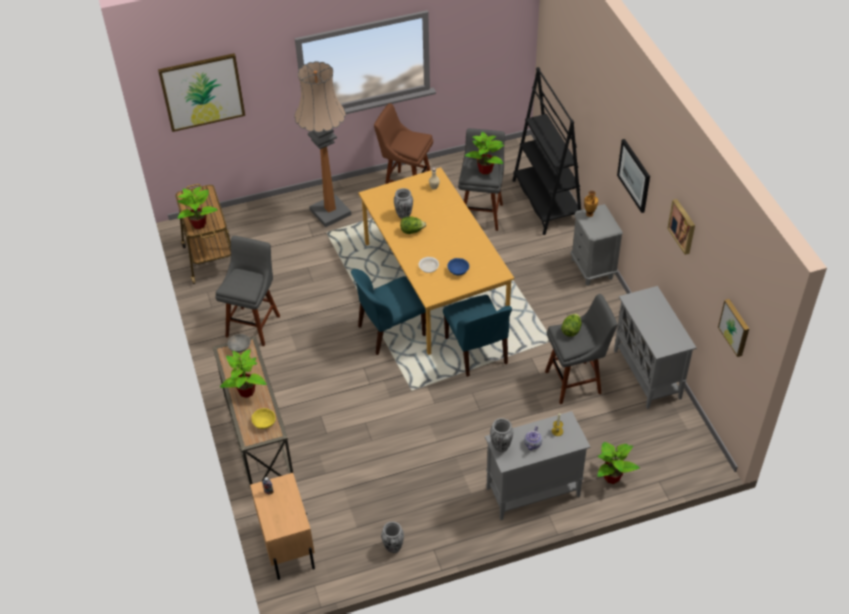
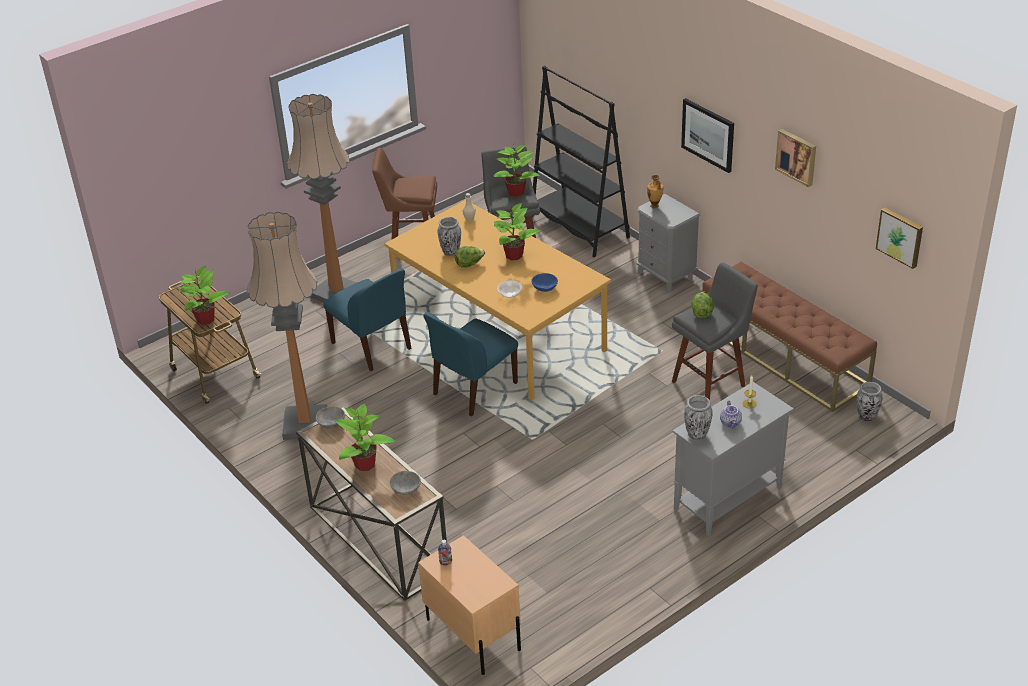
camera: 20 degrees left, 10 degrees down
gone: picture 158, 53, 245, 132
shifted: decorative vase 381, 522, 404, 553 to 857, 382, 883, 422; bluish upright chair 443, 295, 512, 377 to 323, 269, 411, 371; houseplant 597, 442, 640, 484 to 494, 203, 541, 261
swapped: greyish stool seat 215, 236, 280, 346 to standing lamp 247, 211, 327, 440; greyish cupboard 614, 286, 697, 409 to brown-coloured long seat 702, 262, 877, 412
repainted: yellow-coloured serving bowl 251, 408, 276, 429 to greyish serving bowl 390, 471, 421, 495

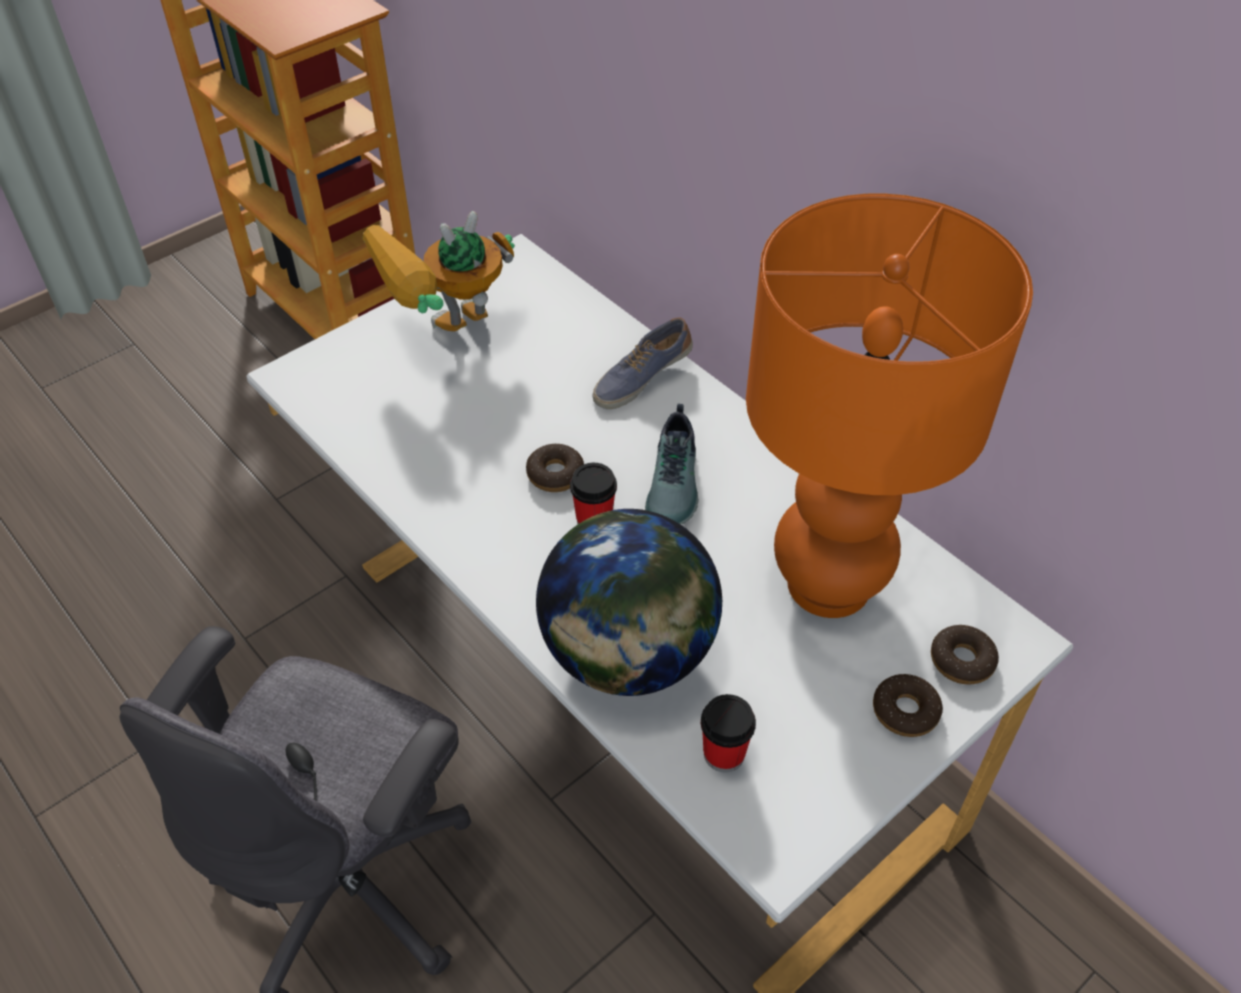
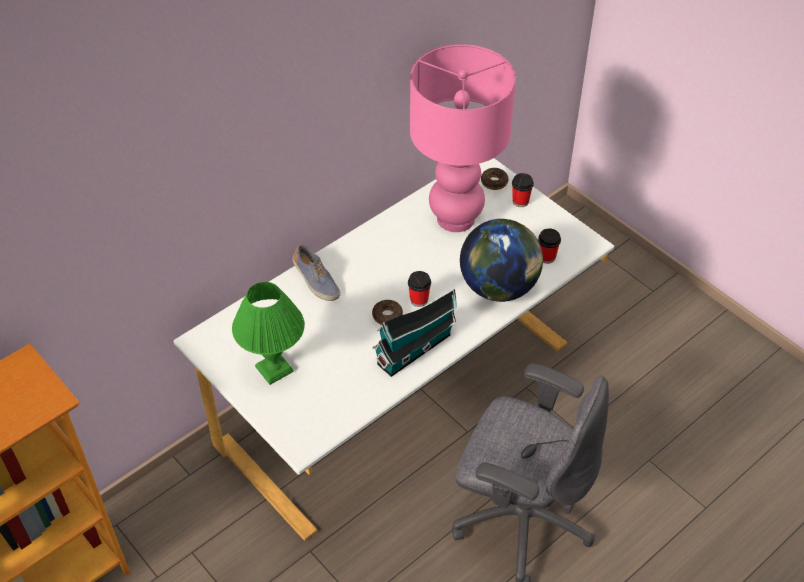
camera: 90 degrees left, 0 degrees up
gone: shoe 645, 404, 699, 524
new: model house 372, 289, 457, 377
swapped: toy robot 363, 211, 515, 332 to greenish table lamp 232, 282, 305, 385; doughnut 873, 674, 943, 737 to drinking cup 512, 173, 534, 207
repainted: orangey table lamp 746, 194, 1033, 618 to pinkish table lamp 410, 44, 516, 232

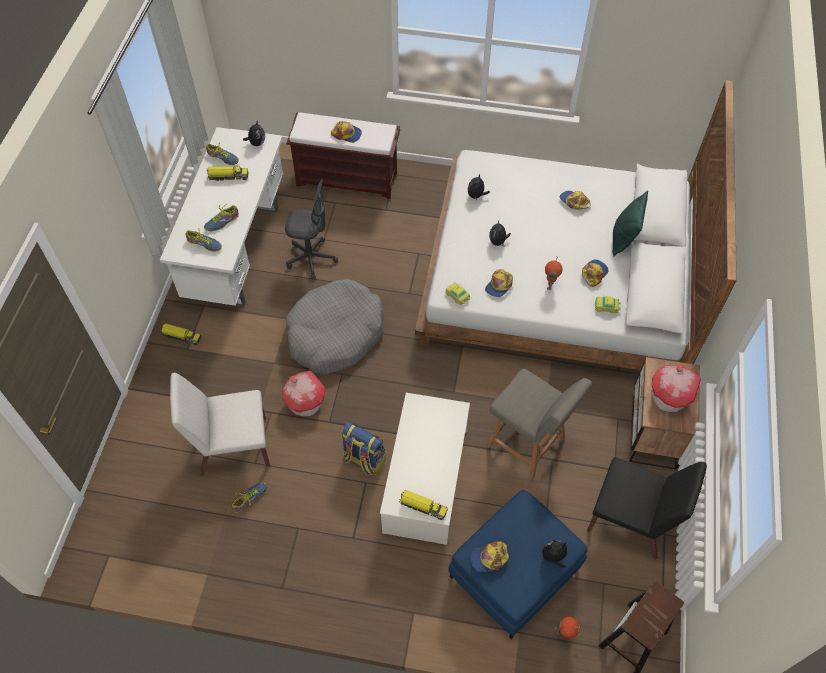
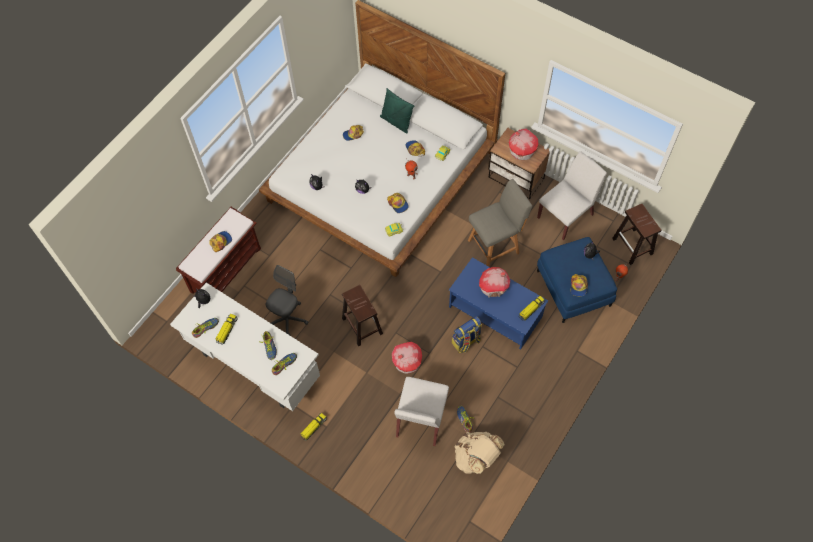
camera: 65 degrees left, 5 degrees up
new: beige backpack 455, 432, 505, 474; model house 479, 267, 510, 298
swapped: greyish dog bed 286, 279, 384, 374 to brown-coloured stool seat 342, 285, 383, 347
repainted: white coffee table 380, 393, 470, 545 to bluish coffee table 449, 257, 548, 349; black upright chair 587, 457, 707, 560 to white upright chair 537, 151, 607, 241

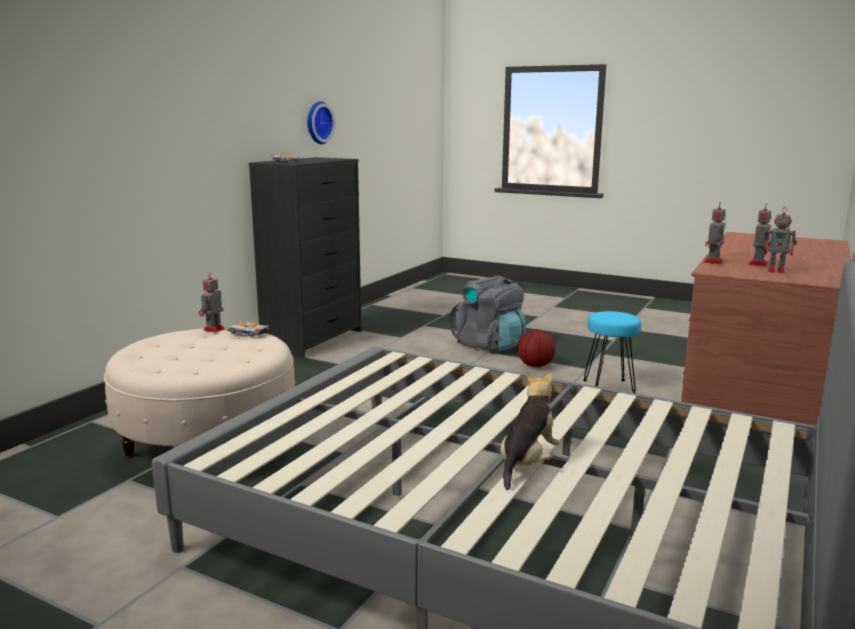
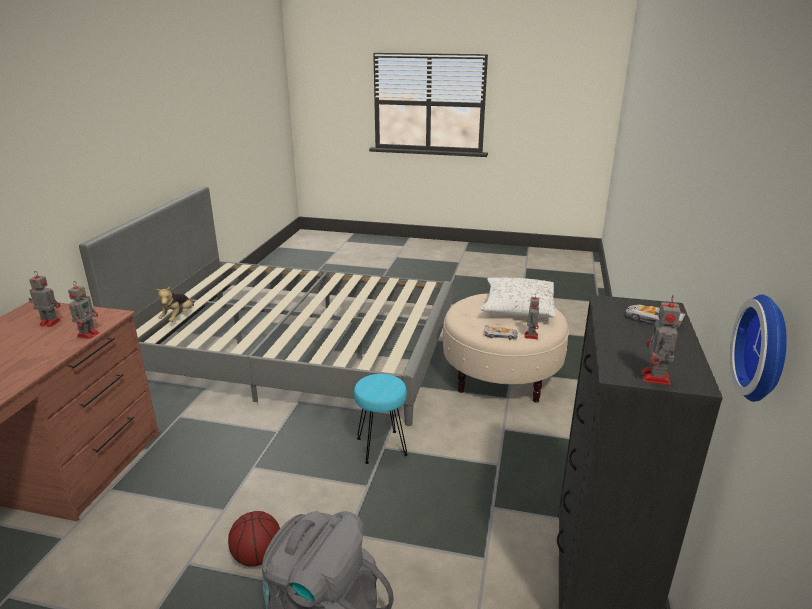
camera: 165 degrees right, 10 degrees up
new: white throw pillow 481, 278, 556, 318
shifted: cuddly toy 500, 372, 560, 490 to 156, 286, 194, 322; blue-green stool seat 583, 311, 641, 393 to 354, 374, 408, 464; toy robot 748, 206, 771, 266 to 641, 295, 681, 385

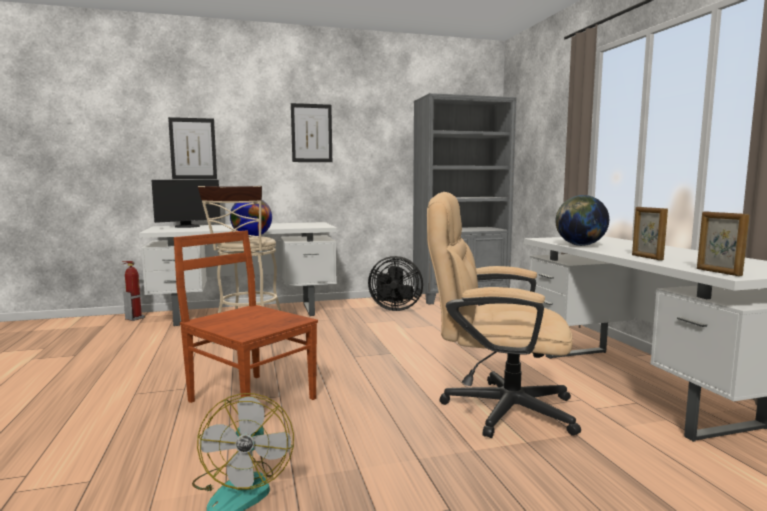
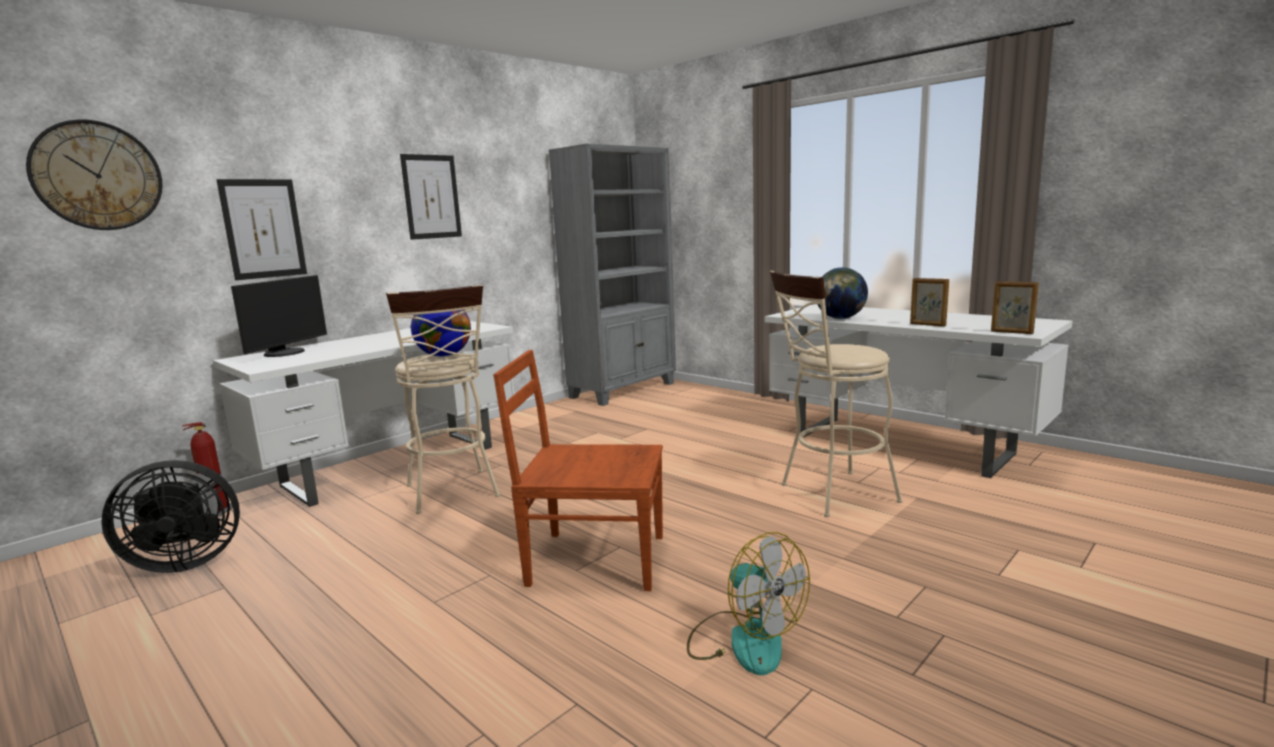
camera: 30 degrees left, 5 degrees up
new: hanging clock 26, 120, 162, 230
shifted: black fan 368, 256, 423, 311 to 101, 460, 240, 573
swapped: beige computer chair 427, 192, 581, 438 to beige stool seat 770, 270, 903, 517

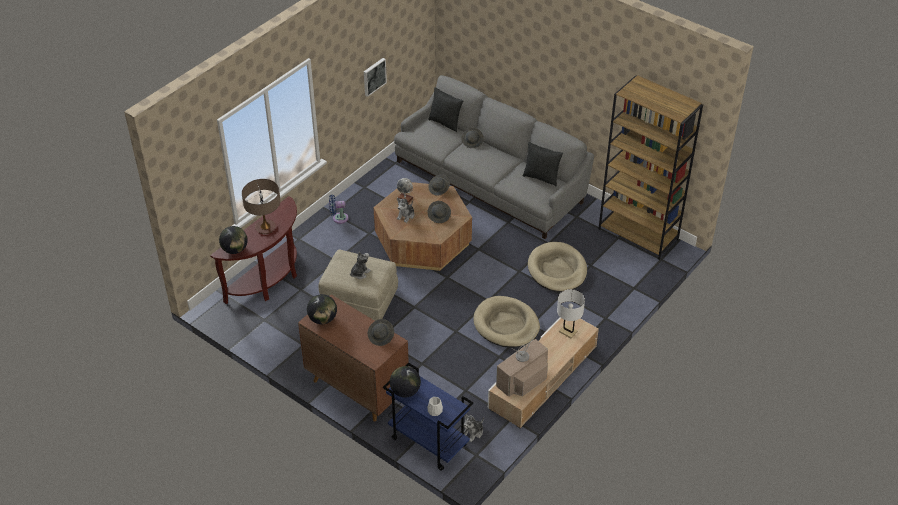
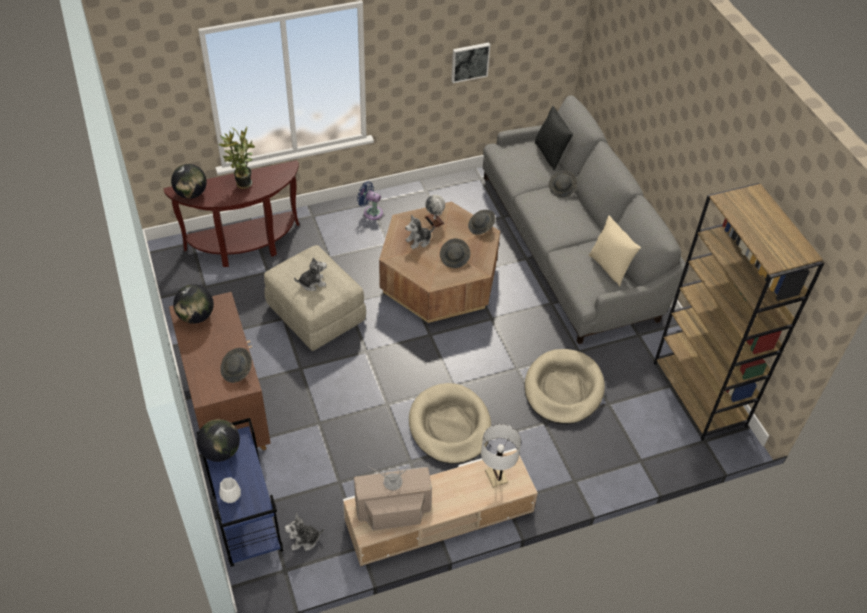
camera: 30 degrees right, 5 degrees up
swapped: table lamp 242, 179, 280, 234 to houseplant 219, 127, 255, 189
repainted: black throw pillow 523, 142, 563, 187 to beige throw pillow 589, 216, 641, 287

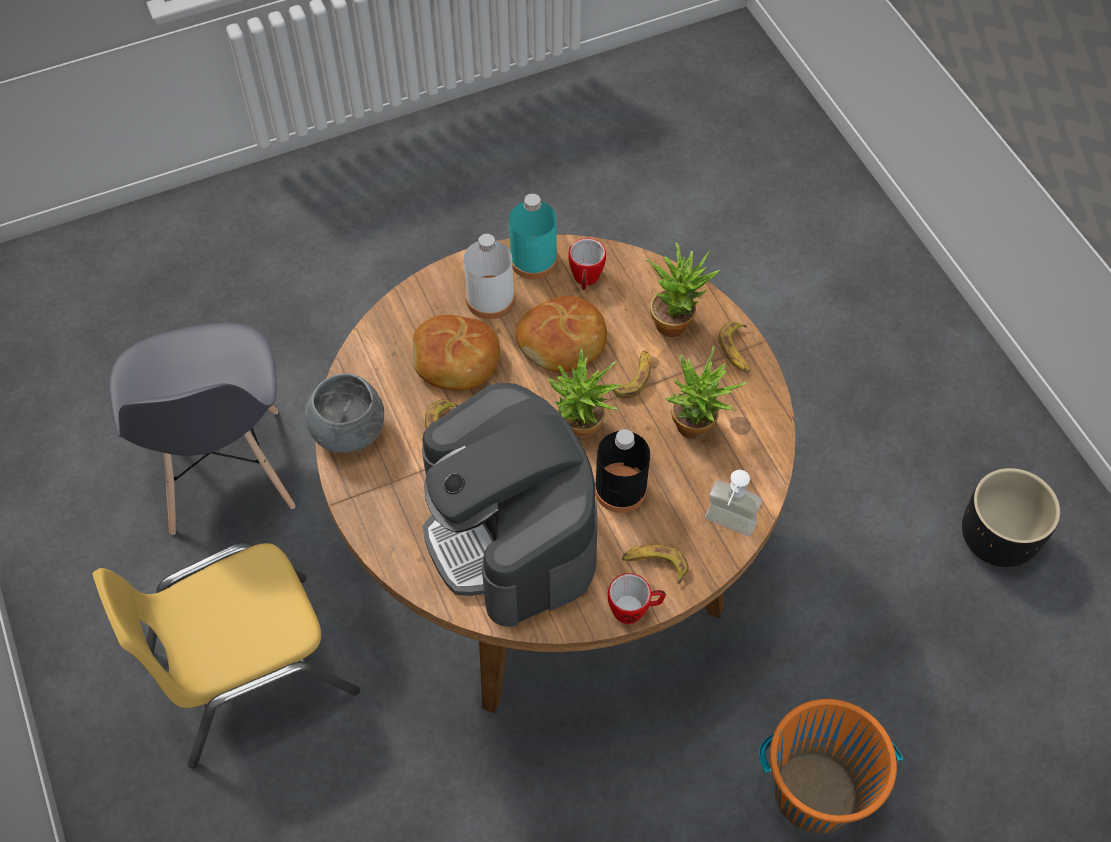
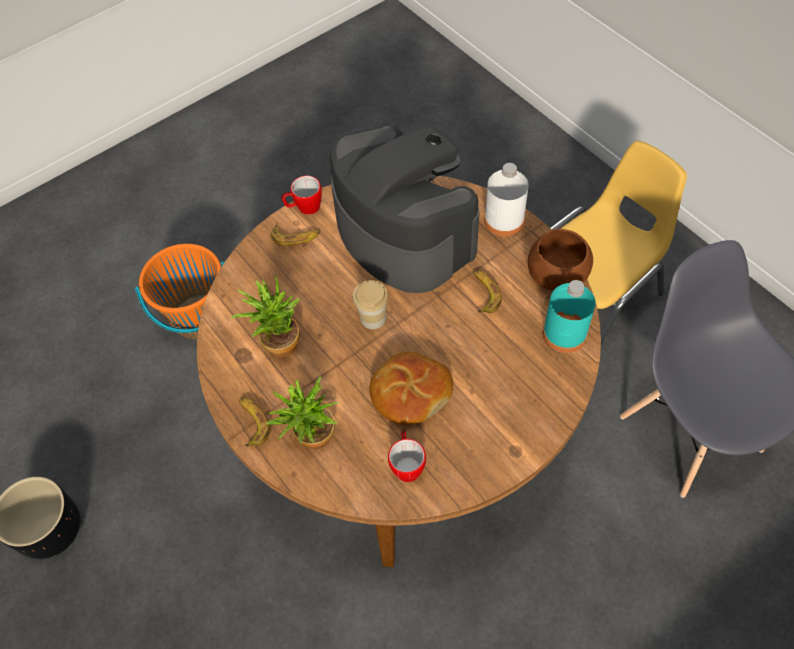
camera: 170 degrees right, 0 degrees up
gone: baked bread 413, 315, 500, 390; black bottle 595, 429, 650, 513; banana 613, 351, 651, 399; soap dispenser 705, 470, 762, 537
shifted: white bottle 464, 234, 515, 319 to 484, 163, 529, 237; blue-green bottle 509, 194, 557, 279 to 543, 280, 596, 353
swapped: houseplant 547, 348, 622, 440 to drinking cup 353, 280, 389, 329
repainted: greyish serving bowl 305, 373, 384, 453 to brown-coloured serving bowl 528, 229, 593, 291

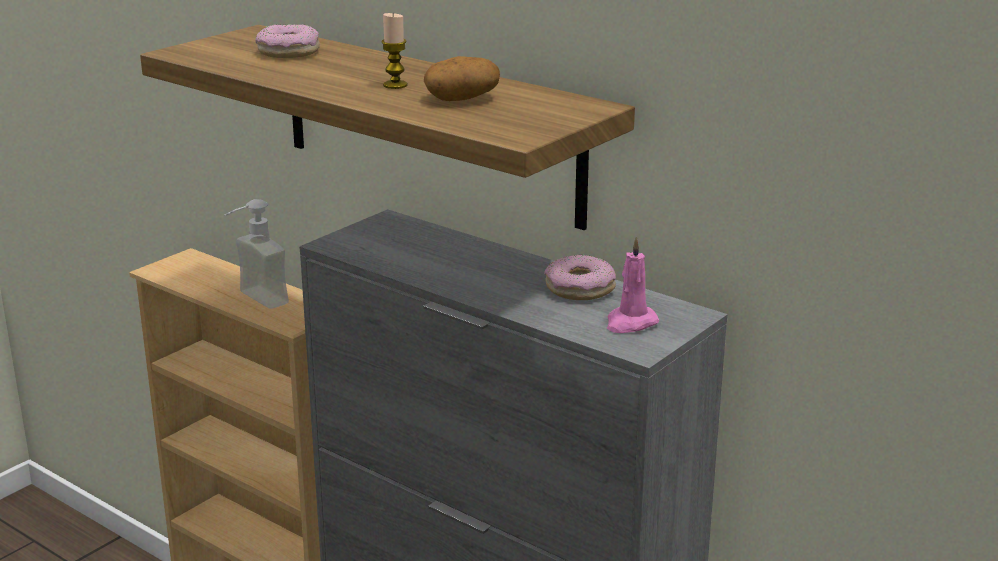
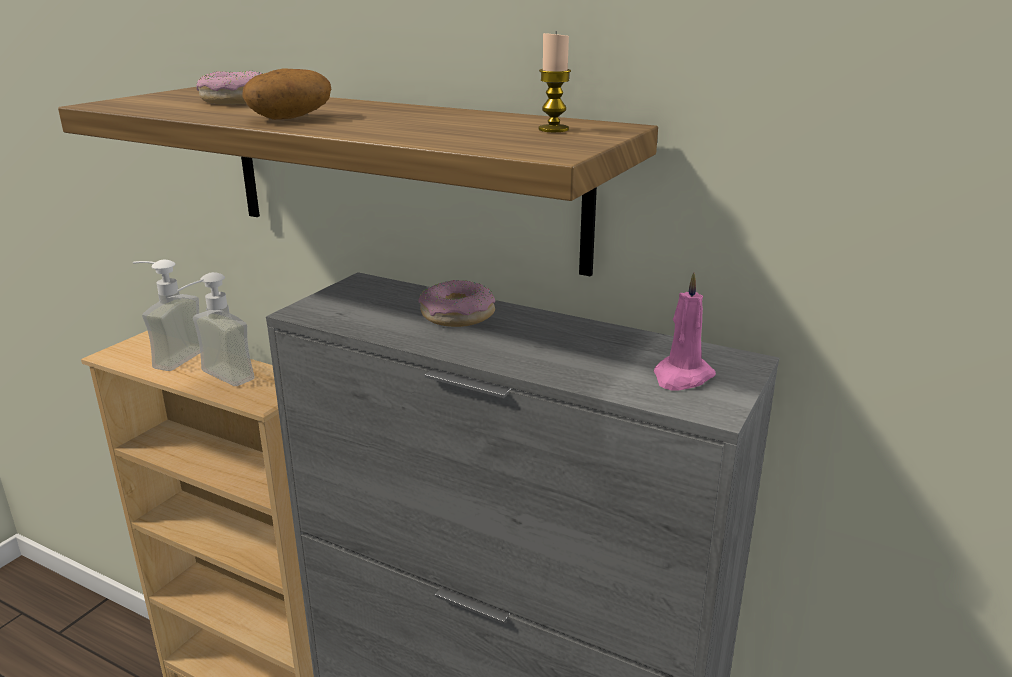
camera: 10 degrees left, 0 degrees up
new: soap dispenser 133, 260, 200, 371
shifted: wax candle 381, 13, 408, 89 to 539, 31, 571, 132; spud 424, 56, 500, 101 to 242, 68, 331, 120; doughnut 544, 254, 616, 300 to 418, 280, 495, 327

